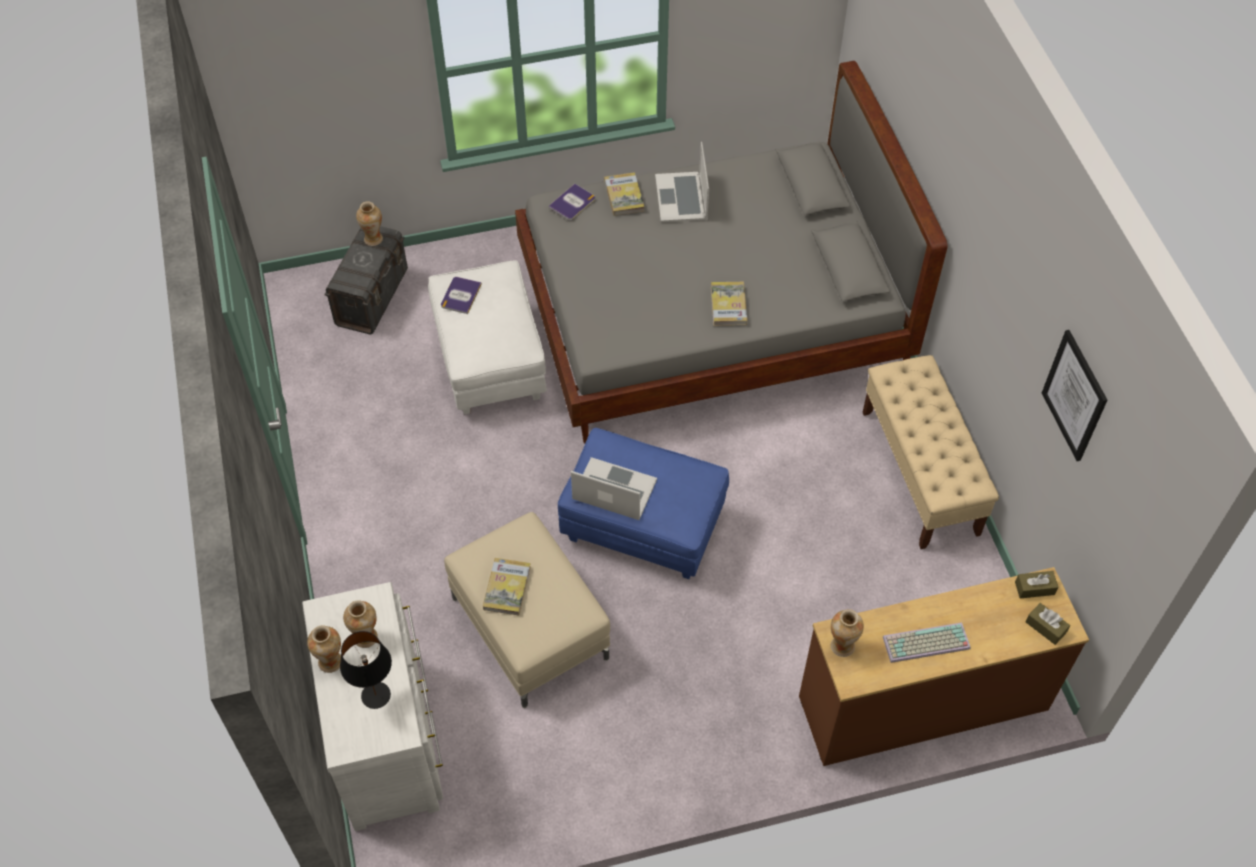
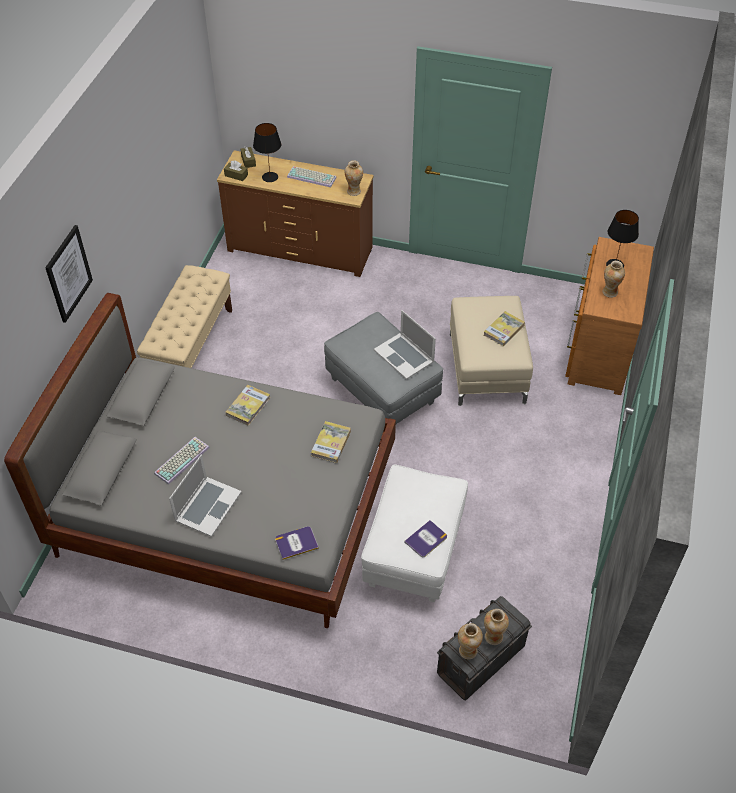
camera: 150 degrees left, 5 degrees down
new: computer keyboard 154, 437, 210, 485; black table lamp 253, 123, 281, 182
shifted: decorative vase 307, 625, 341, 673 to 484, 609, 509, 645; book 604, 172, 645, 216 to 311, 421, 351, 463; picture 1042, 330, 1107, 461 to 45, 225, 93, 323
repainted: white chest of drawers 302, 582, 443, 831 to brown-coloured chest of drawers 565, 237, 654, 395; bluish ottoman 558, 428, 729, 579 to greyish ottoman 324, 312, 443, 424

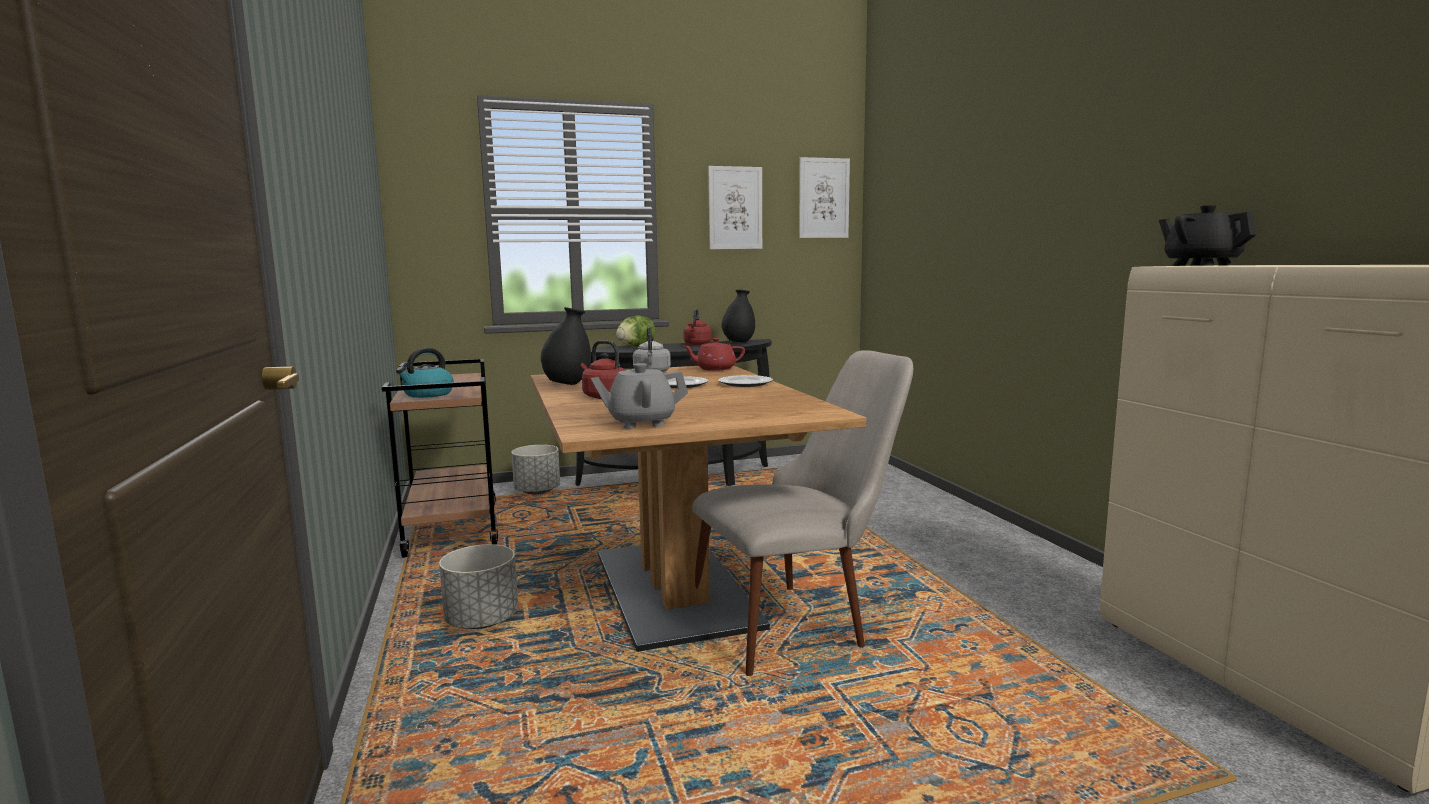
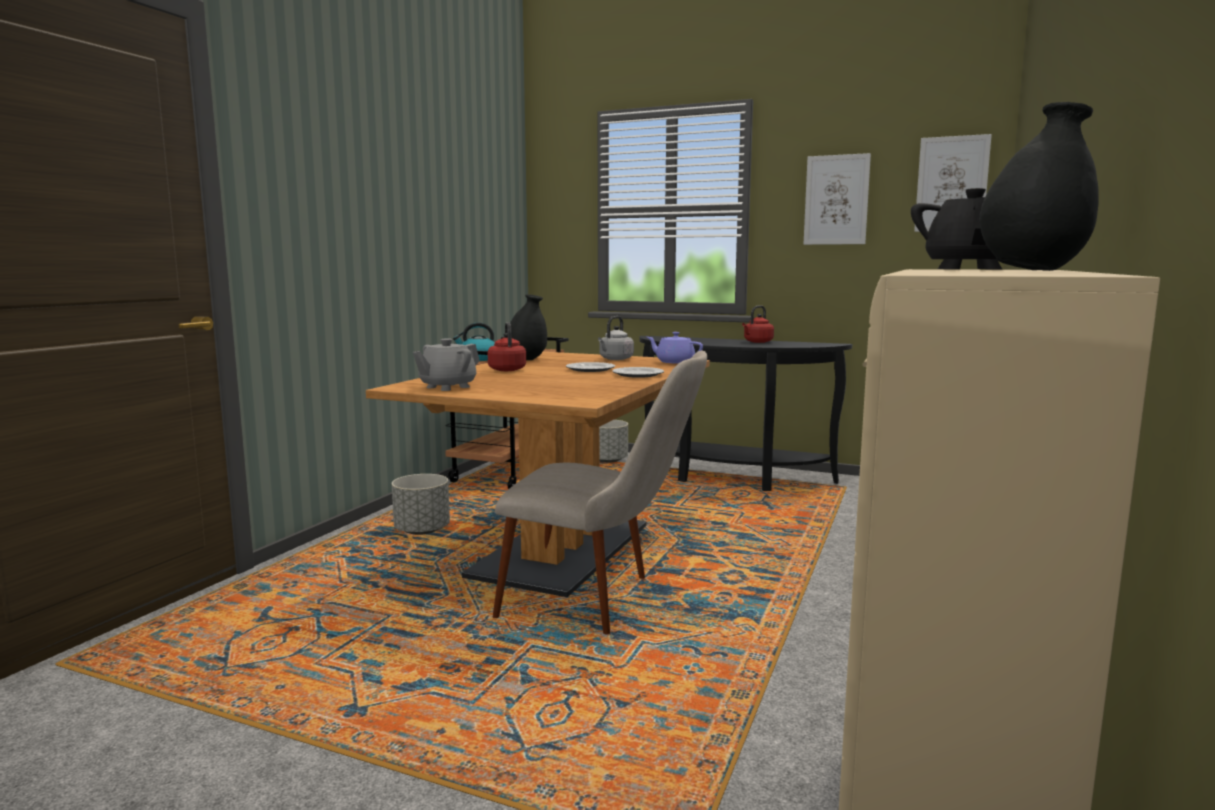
camera: 40 degrees right, 0 degrees up
gone: lettuce head 616, 315, 655, 347
shifted: black decorative vase 721, 290, 755, 342 to 979, 102, 1099, 271
repainted: red pot for tea 683, 338, 745, 371 to purple pot for tea 647, 332, 703, 363
rotated: greyish pot for tea 591, 363, 688, 429 = 413, 338, 480, 391 75 degrees counterclockwise

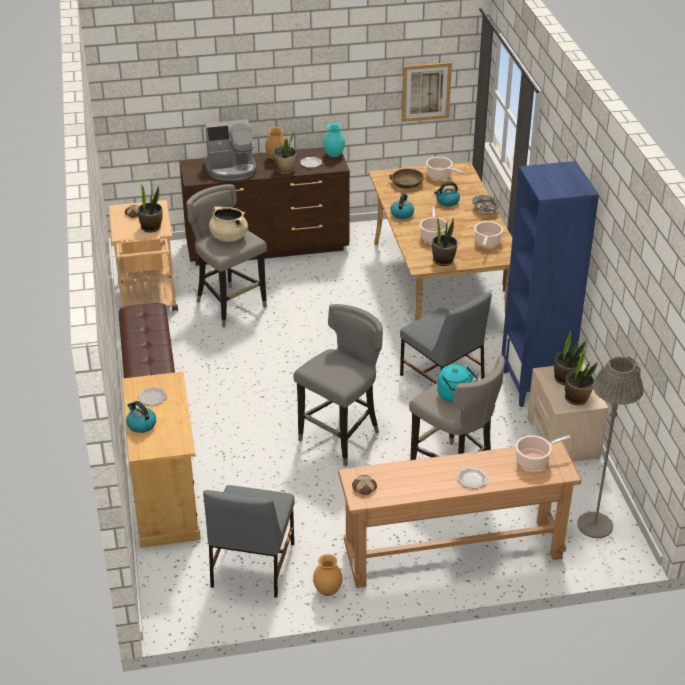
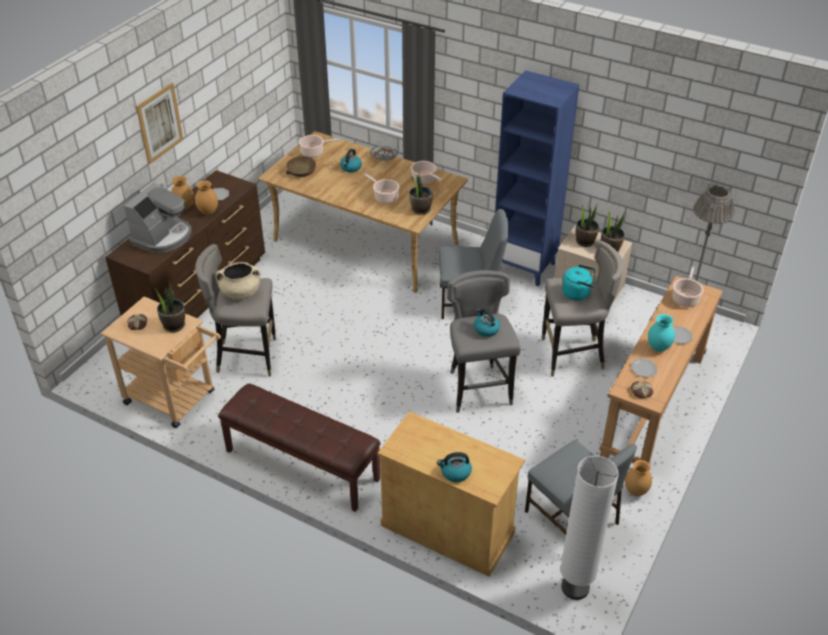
camera: 50 degrees left, 5 degrees up
new: white standing lamp 560, 456, 619, 600
shifted: plate 138, 387, 167, 406 to 631, 358, 657, 378; blue-green decorative vase 323, 123, 345, 157 to 648, 314, 675, 352; water kettle 390, 193, 414, 219 to 474, 309, 500, 337; picture 402, 62, 452, 122 to 136, 83, 184, 164
swapped: houseplant 273, 131, 296, 174 to brown-coloured decorative vase 195, 181, 218, 215

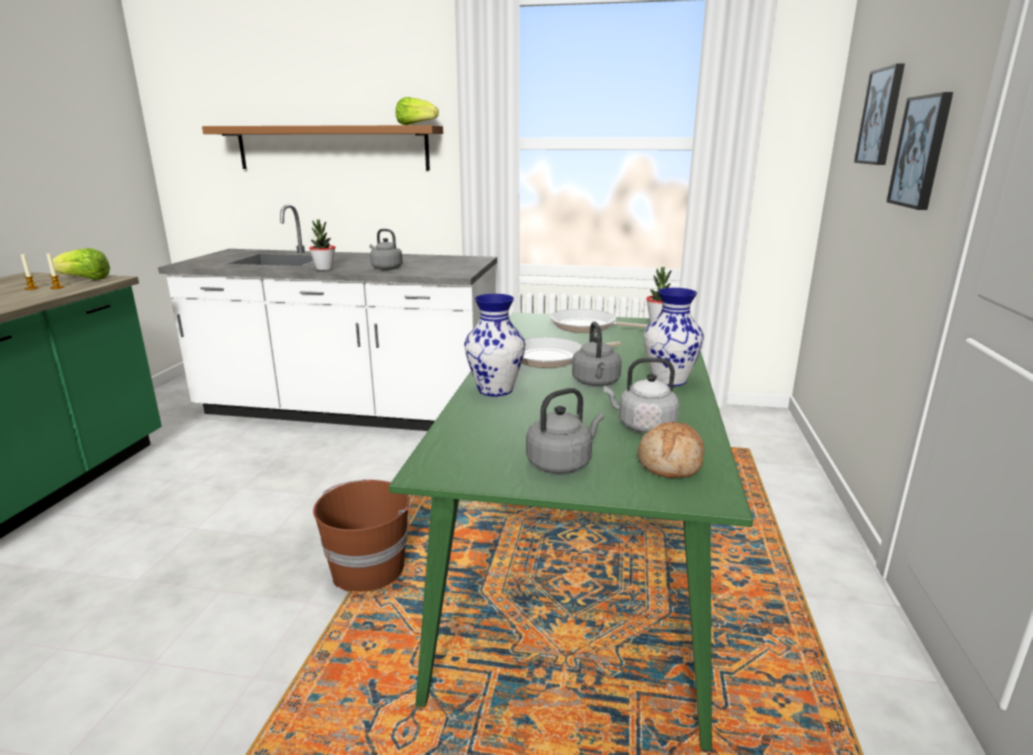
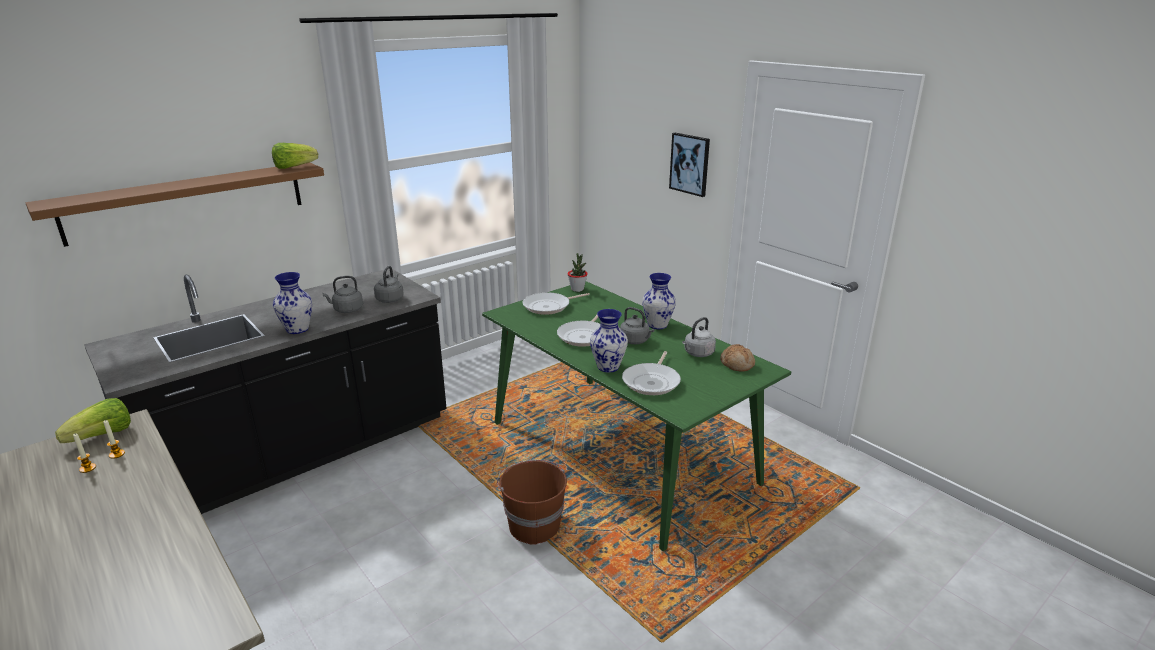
camera: 50 degrees left, 5 degrees up
gone: picture 854, 63, 905, 165
new: skillet 622, 351, 681, 395
shifted: greyish water kettle 526, 388, 604, 474 to 374, 266, 404, 303
swapped: houseplant 309, 219, 335, 270 to decorative vase 273, 272, 312, 334
repainted: white kitchen base unit 158, 204, 497, 431 to black kitchen base unit 84, 269, 447, 514

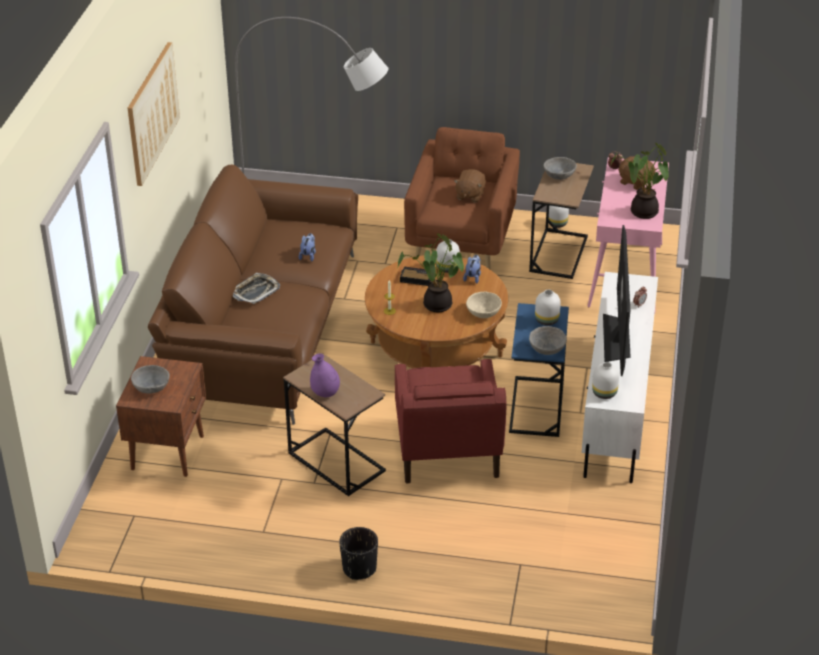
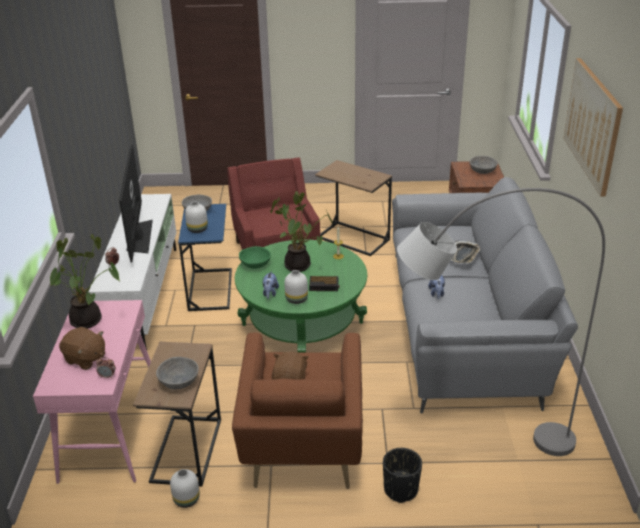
camera: 170 degrees right, 5 degrees down
gone: purple decorative vase 310, 353, 340, 397; white decorative vase 592, 362, 619, 399
shifted: black flower pot 339, 527, 378, 580 to 383, 448, 422, 503
repainted: brown-coloured sofa 148, 165, 358, 425 to greyish sofa 392, 177, 578, 414; brown-coloured coffee table 365, 255, 508, 369 to greenish coffee table 235, 240, 367, 352; beige serving bowl 466, 292, 502, 318 to greenish serving bowl 239, 246, 271, 269

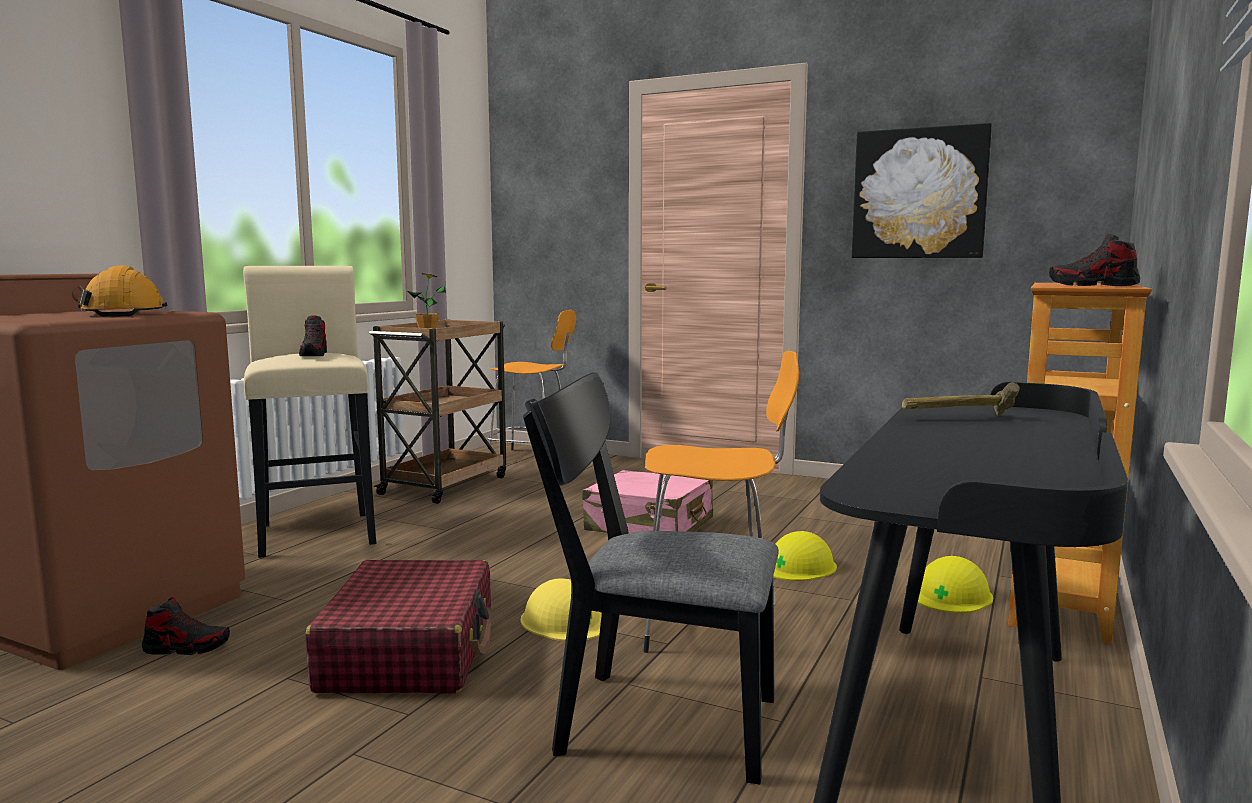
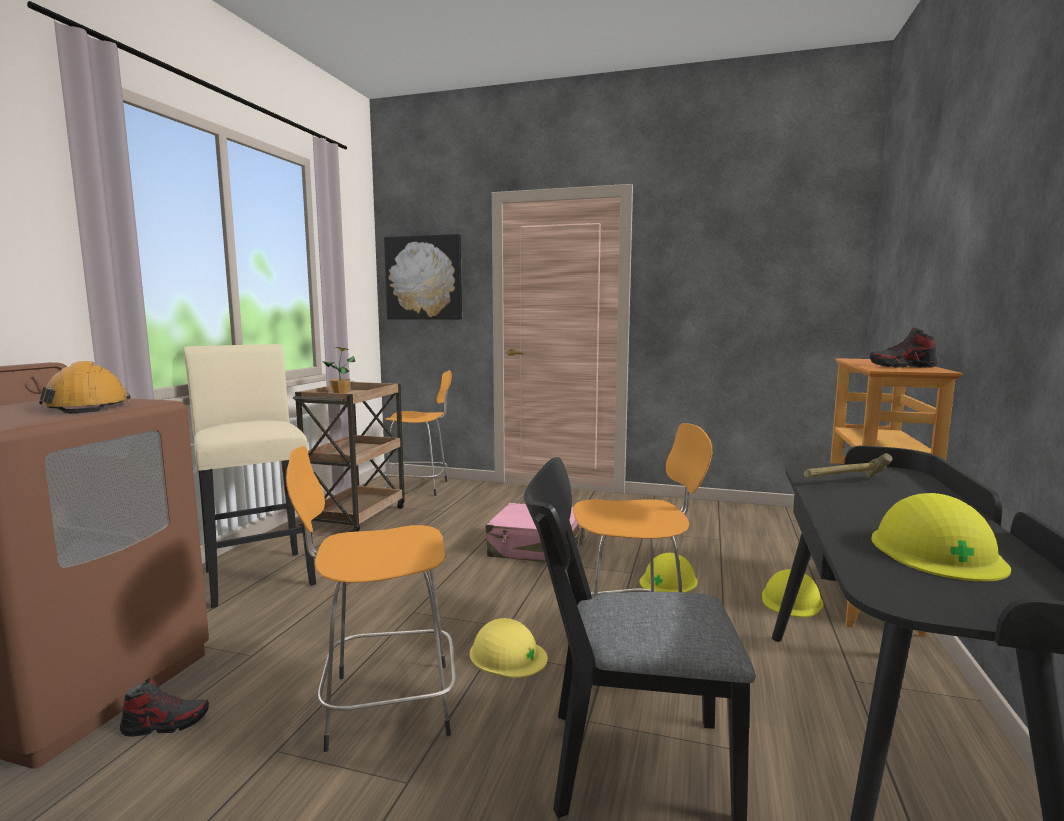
camera: 10 degrees left, 0 degrees up
gone: shoe 299, 315, 327, 356
new: yellow-coloured work helmet 871, 493, 1011, 582
shifted: picture 852, 123, 992, 258 to 384, 234, 462, 320
swapped: red suitcase 306, 560, 491, 694 to orangey stool seat 286, 446, 456, 752

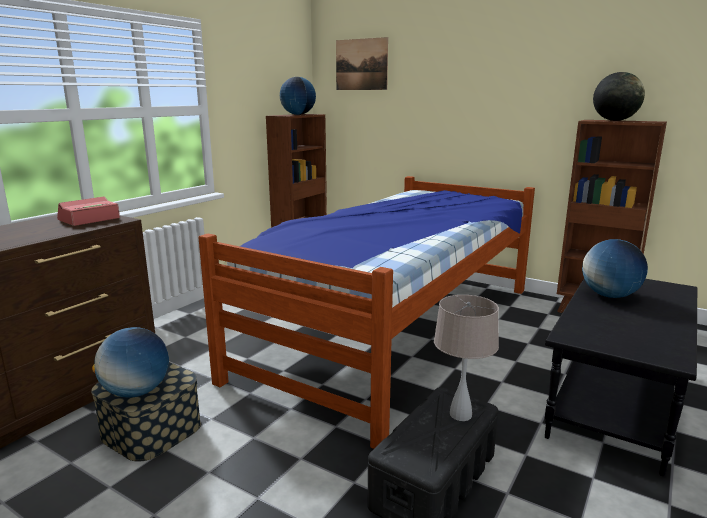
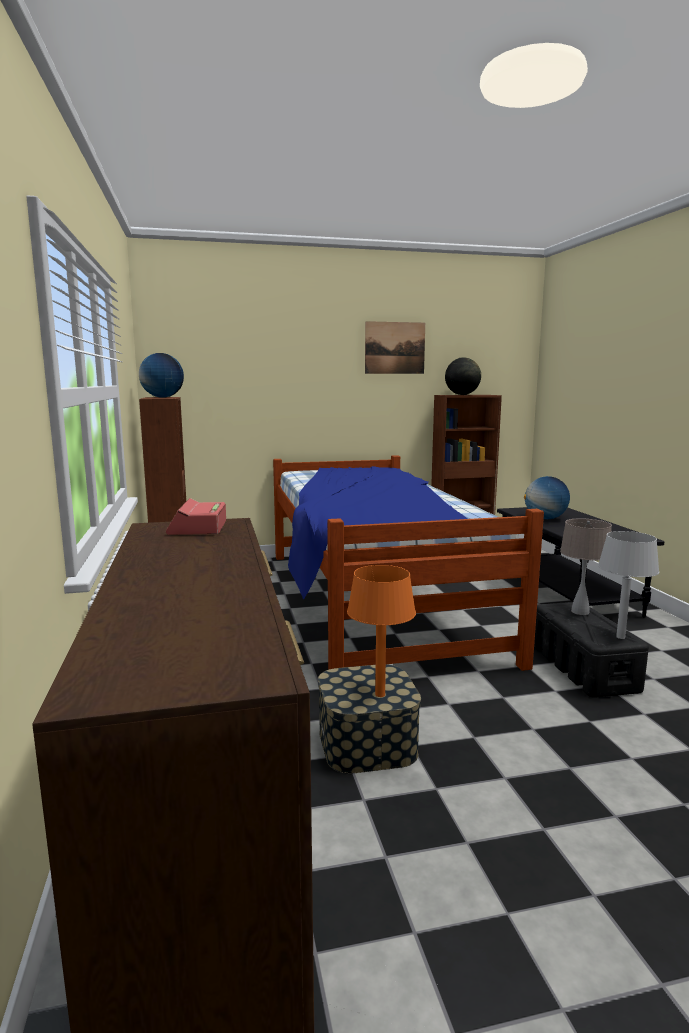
camera: 45 degrees left, 5 degrees down
new: greyish table lamp 598, 531, 659, 639
shifted: picture 336, 37, 388, 90 to 365, 321, 425, 374
swapped: desk globe 92, 327, 169, 398 to orangey table lamp 347, 565, 416, 697

